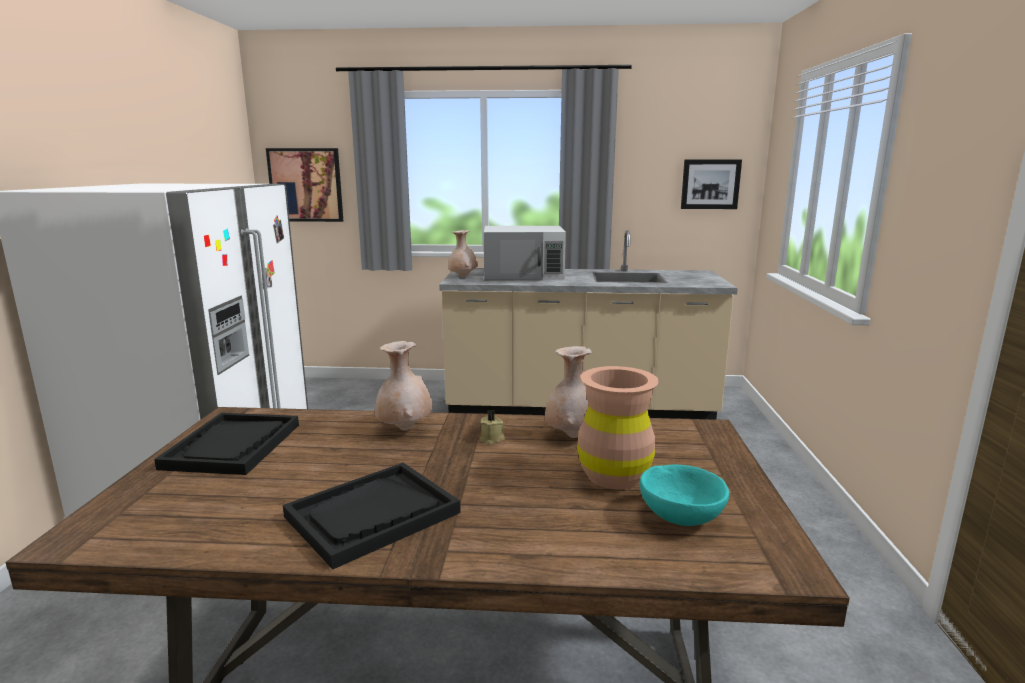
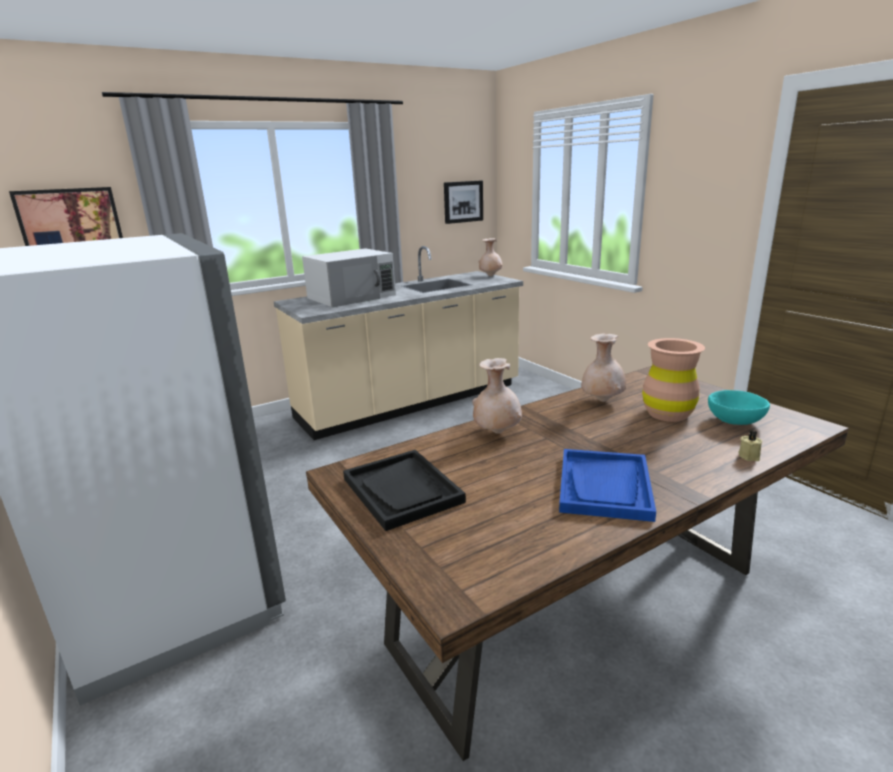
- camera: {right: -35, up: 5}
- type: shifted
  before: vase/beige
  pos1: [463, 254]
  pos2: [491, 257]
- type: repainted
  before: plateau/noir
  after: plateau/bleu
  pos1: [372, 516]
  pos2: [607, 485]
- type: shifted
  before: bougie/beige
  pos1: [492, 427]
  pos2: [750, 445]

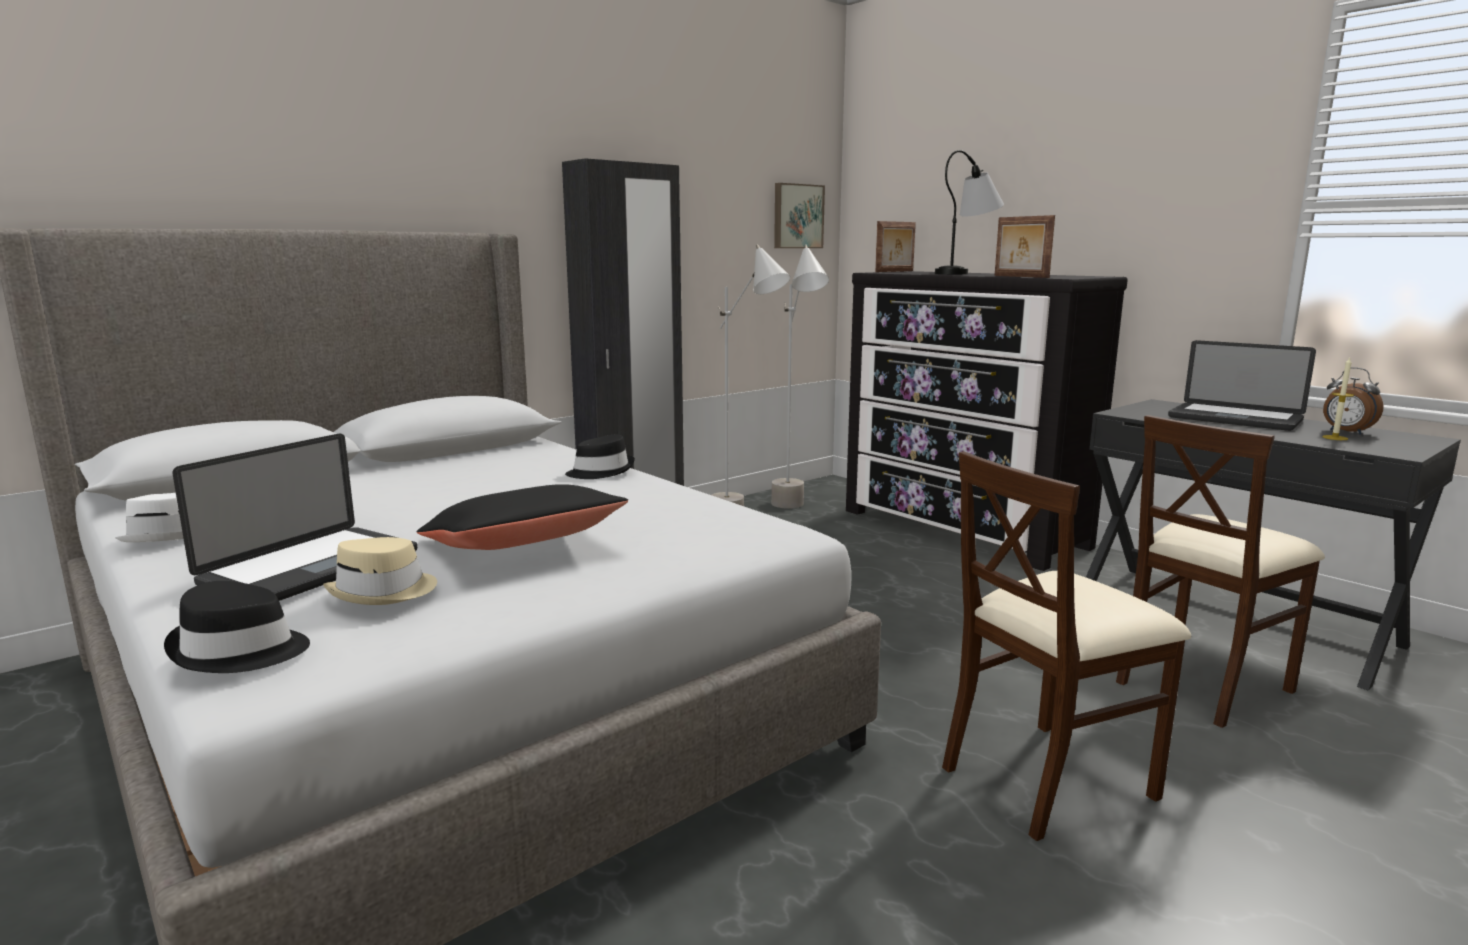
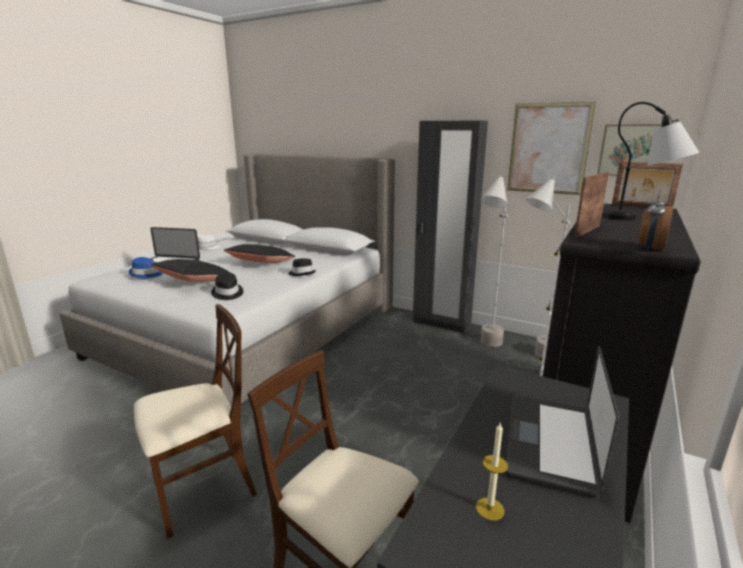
- camera: {right: 70, up: 5}
- type: repainted
  before: chapeau/beige
  after: chapeau/bleu
  pos1: [380, 571]
  pos2: [146, 268]
- type: rotated
  before: chaise/beige
  pos1: [1066, 646]
  pos2: [195, 421]
  turn: 105
- type: shifted
  before: chapeau/noir
  pos1: [237, 627]
  pos2: [227, 286]
- type: new
  after: coussin/noir
  pos2: [259, 253]
- type: new
  after: tableau
  pos2: [551, 148]
- type: shifted
  before: réveil
  pos1: [1353, 401]
  pos2: [655, 220]

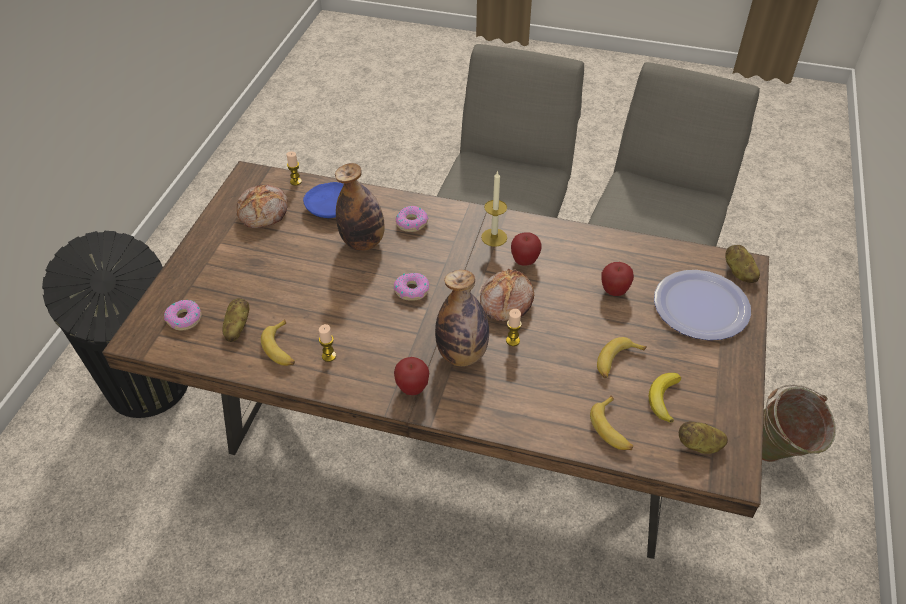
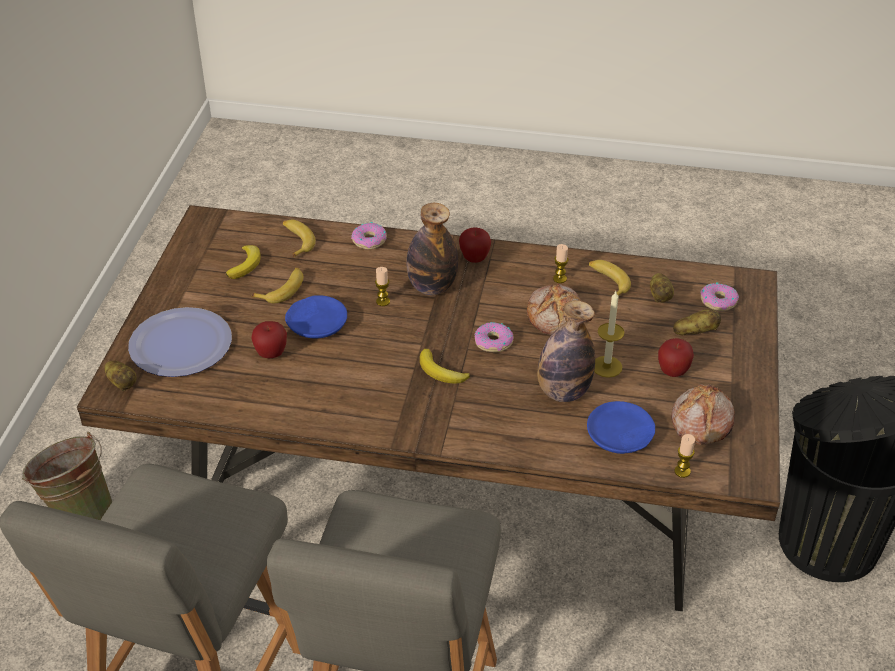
- camera: {right: 175, up: -5}
- type: new
  after: assiette/bleu
  pos2: [316, 316]
- type: shifted
  before: beignet
  pos1: [412, 219]
  pos2: [369, 236]
- type: new
  after: banane
  pos2: [445, 366]
- type: shifted
  before: pain
  pos1: [507, 295]
  pos2: [554, 309]
- type: shifted
  before: bougie
  pos1: [494, 208]
  pos2: [609, 334]
- type: shifted
  before: pomme
  pos1: [526, 249]
  pos2: [676, 357]
- type: shifted
  before: pomme de terre
  pos1: [703, 437]
  pos2: [697, 322]

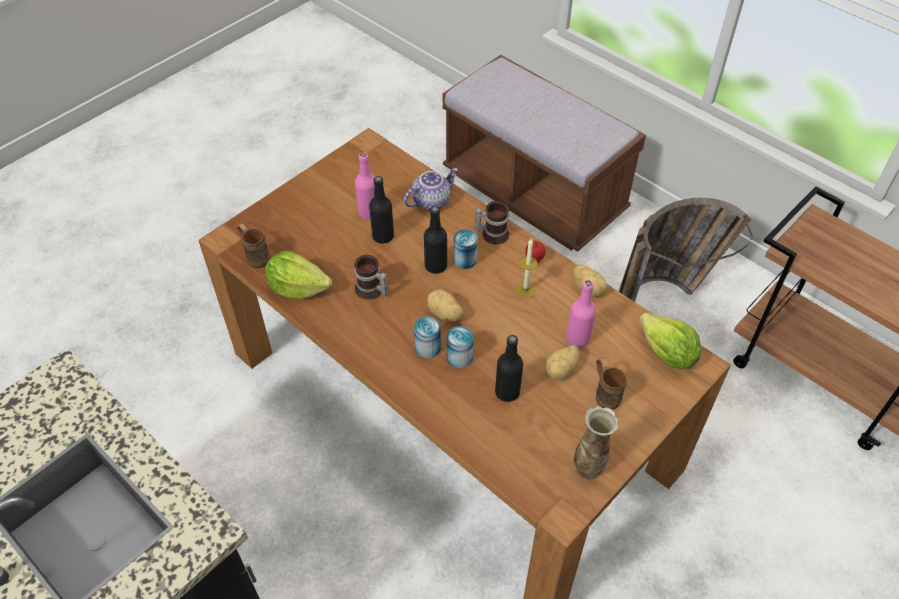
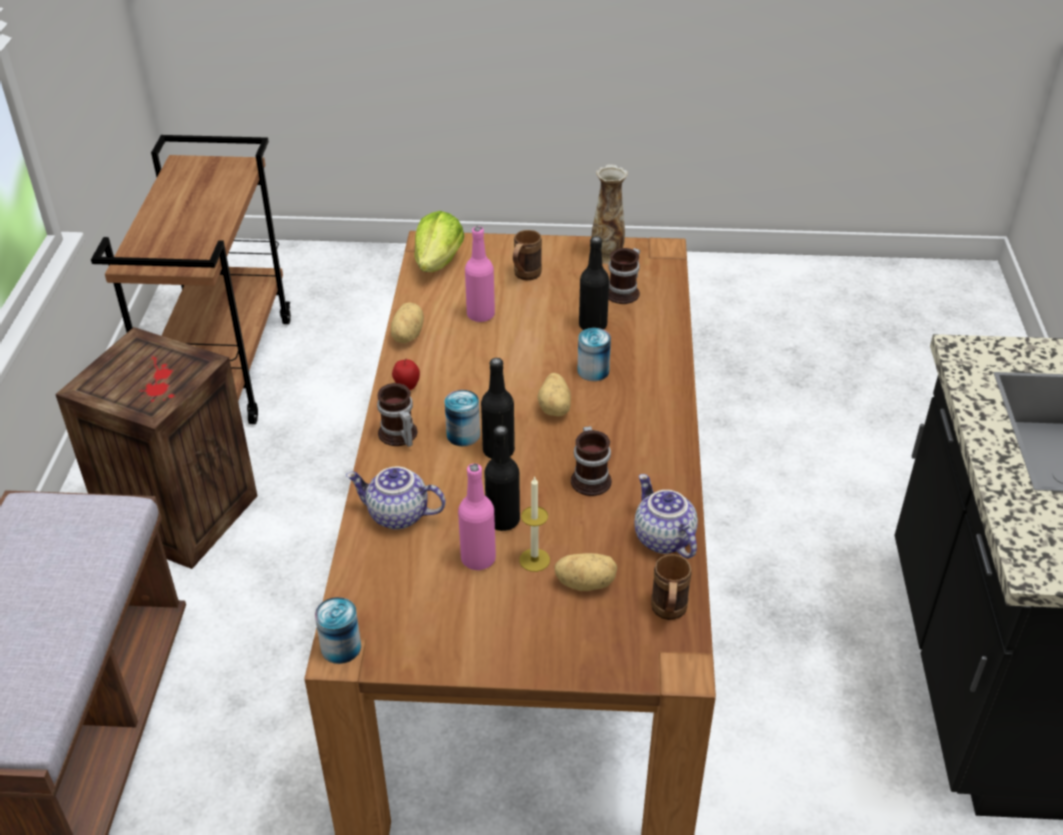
- camera: {right: -130, up: -10}
- type: swapped
  before: panier
  after: caisse
  pos1: [686, 250]
  pos2: [156, 448]
- type: shifted
  before: boîte métallique
  pos1: [427, 337]
  pos2: [338, 630]
- type: shifted
  before: bougie
  pos1: [527, 268]
  pos2: [534, 524]
- type: shifted
  before: pomme de terre
  pos1: [562, 362]
  pos2: [585, 572]
- type: new
  after: mug
  pos2: [624, 276]
- type: swapped
  before: laitue
  after: théière
  pos1: [298, 275]
  pos2: [666, 516]

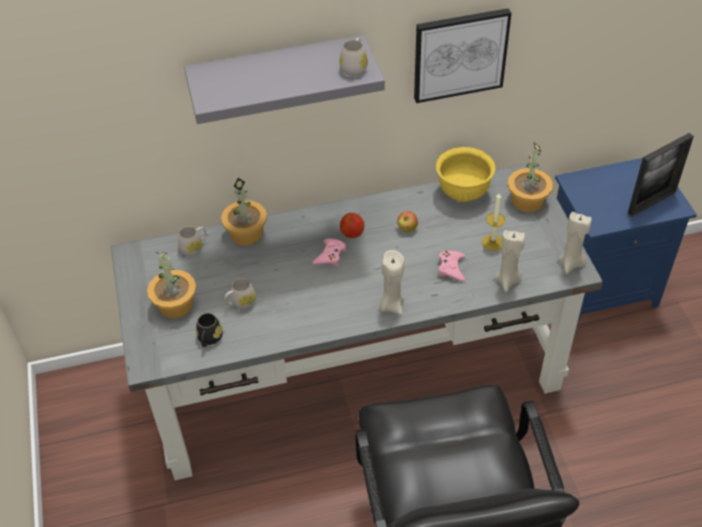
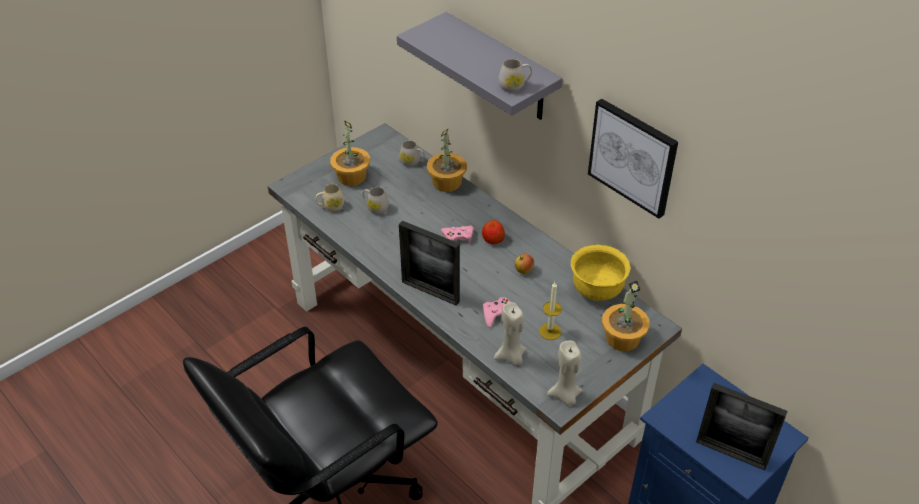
- camera: {right: 60, up: -5}
- type: repainted
  before: mug/noir
  after: mug/beige
  pos1: [209, 330]
  pos2: [330, 197]
- type: swapped
  before: bougie/beige
  after: cadre photo
  pos1: [391, 282]
  pos2: [429, 263]

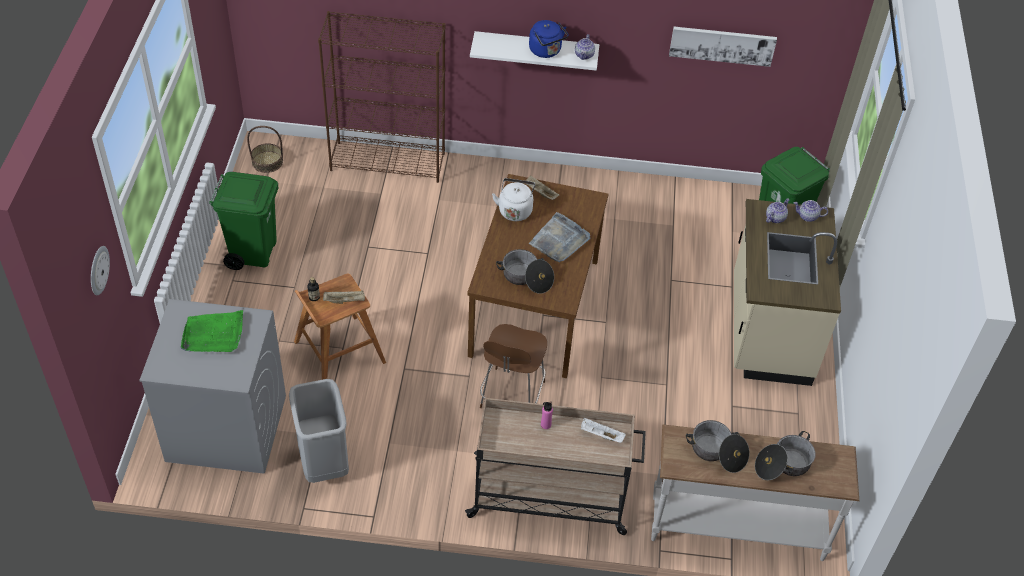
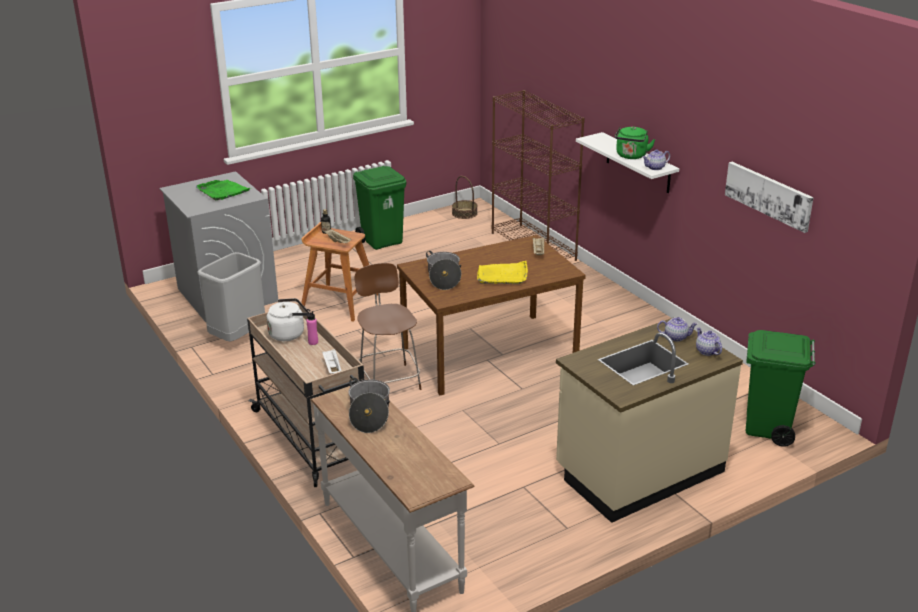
- camera: {right: 55, up: -20}
- type: shifted
  before: bouilloire/blanc
  pos1: [513, 199]
  pos2: [288, 319]
- type: rotated
  before: chaise/marron
  pos1: [513, 366]
  pos2: [388, 326]
  turn: 90
- type: repainted
  before: plateau/gris
  after: plateau/jaune
  pos1: [559, 237]
  pos2: [502, 272]
- type: repainted
  before: bouilloire/bleu
  after: bouilloire/vert
  pos1: [549, 39]
  pos2: [635, 143]
- type: gone
  before: horloge murale
  pos1: [100, 270]
- type: gone
  before: marmite
  pos1: [785, 455]

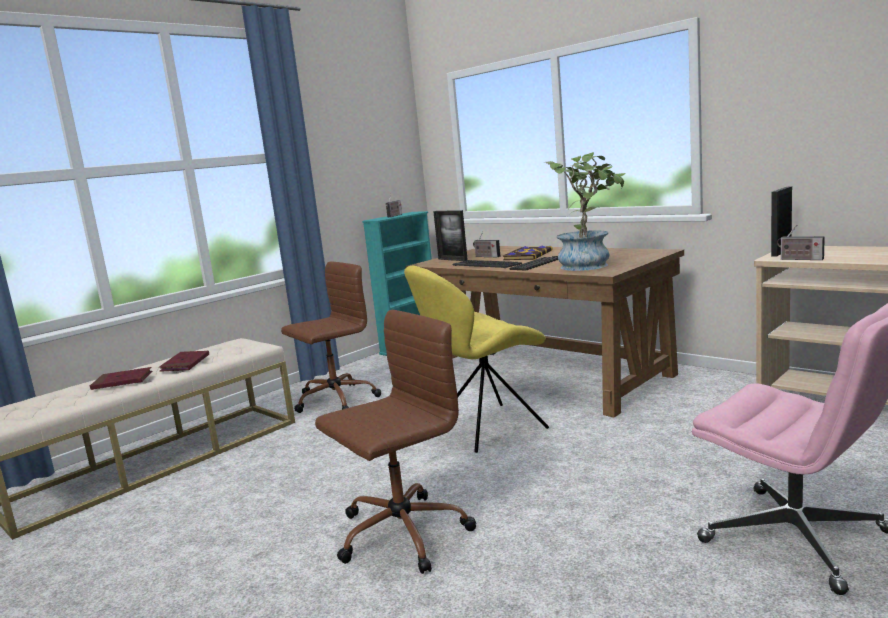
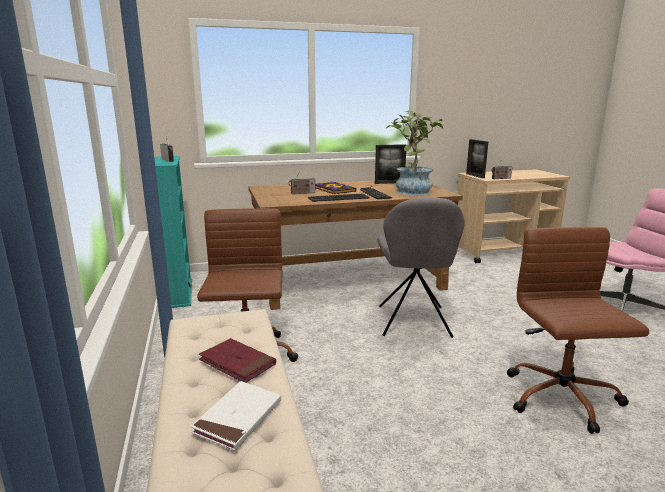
- camera: {right: -60, up: 5}
- type: repainted
  before: livre/rouge
  after: livre/blanc
  pos1: [121, 378]
  pos2: [236, 416]
- type: shifted
  before: cadre photo
  pos1: [450, 235]
  pos2: [390, 164]
- type: repainted
  before: chaise/jaune
  after: chaise/gris
  pos1: [476, 359]
  pos2: [421, 267]

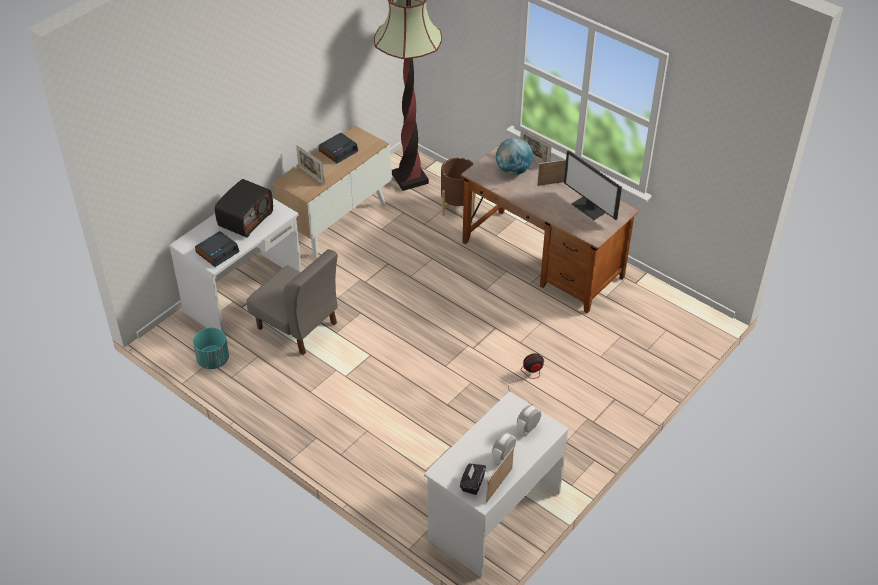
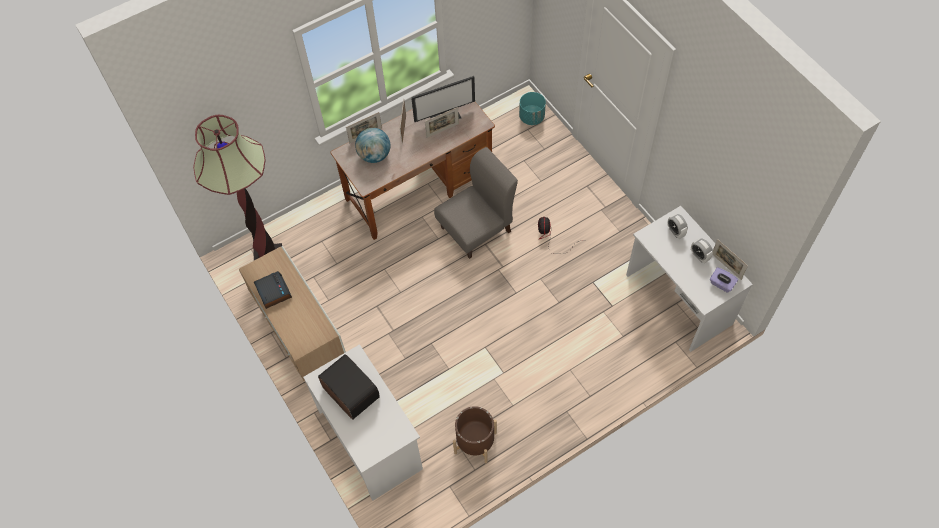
- camera: {right: -70, up: 15}
- type: shifted
  before: cadre photo
  pos1: [310, 164]
  pos2: [442, 122]
- type: shifted
  before: chaise/gris
  pos1: [292, 302]
  pos2: [476, 203]
- type: shifted
  before: cache-pot/marron
  pos1: [458, 187]
  pos2: [475, 434]
- type: shifted
  before: cache-pot/turquoise
  pos1: [211, 348]
  pos2: [532, 108]
- type: repainted
  before: boîte à mouchoirs/noir
  after: boîte à mouchoirs/violet
  pos1: [473, 479]
  pos2: [724, 280]
- type: gone
  before: réveil
  pos1: [217, 249]

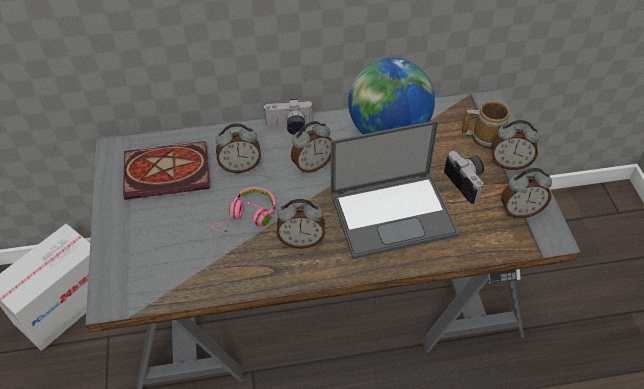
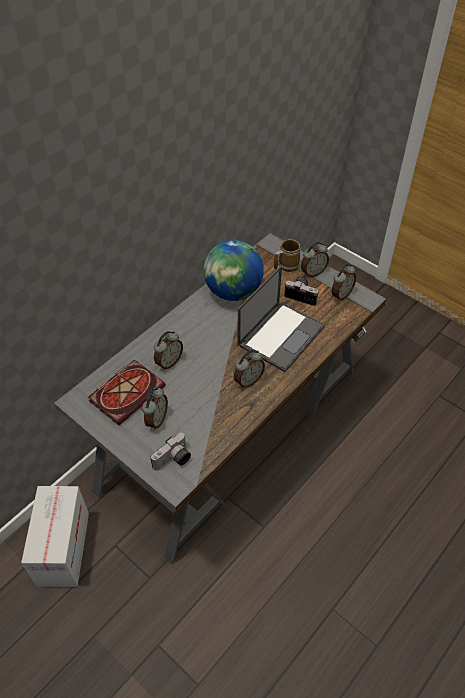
- camera: {right: -40, up: 0}
- type: shifted
  before: réveil
  pos1: [311, 147]
  pos2: [155, 408]
- type: shifted
  before: appareil photo
  pos1: [288, 117]
  pos2: [170, 452]
- type: gone
  before: casque audio/rose
  pos1: [243, 209]

